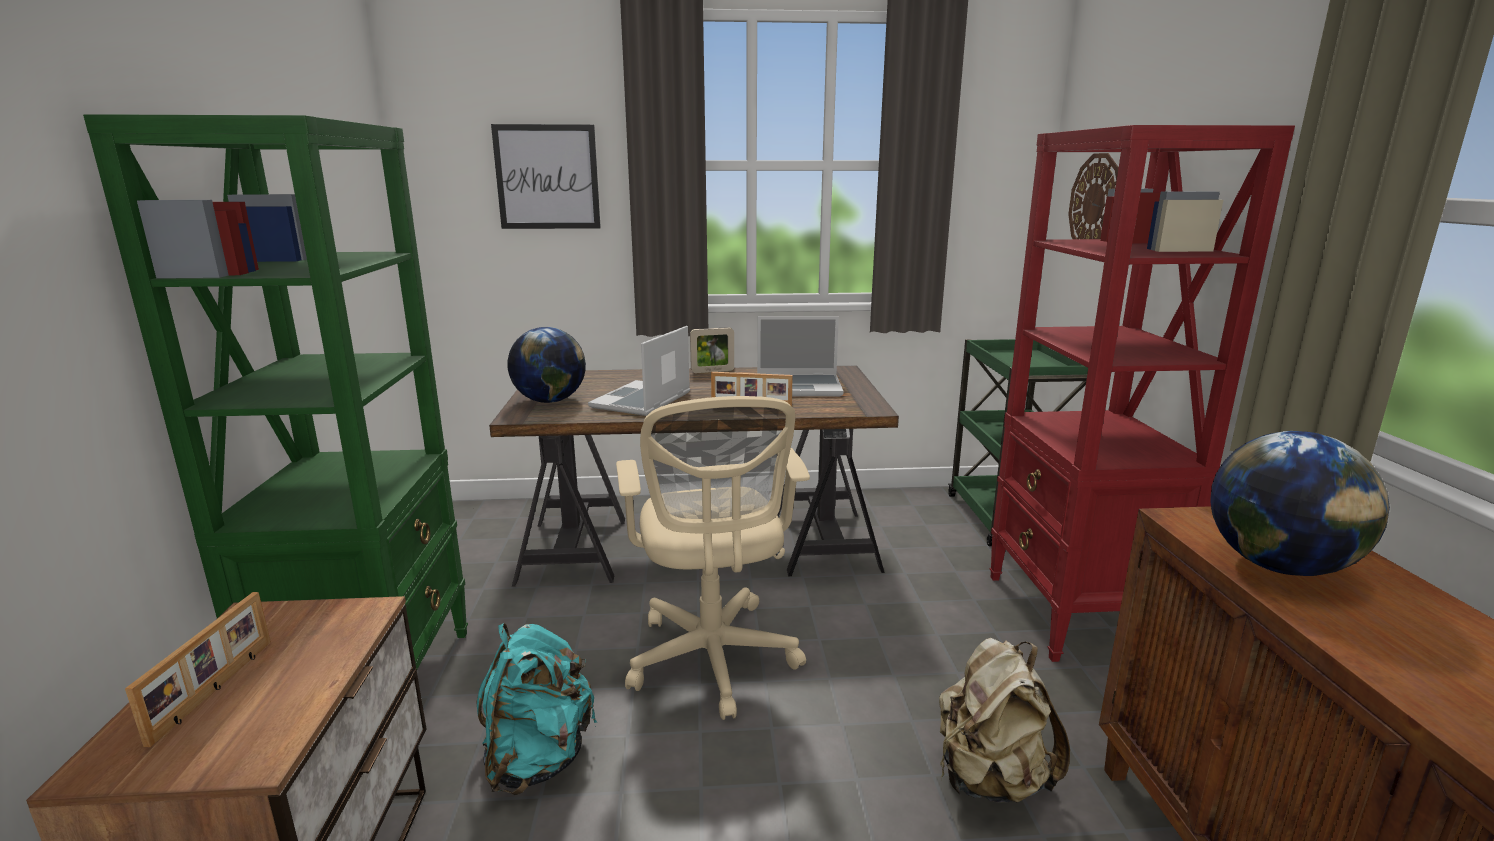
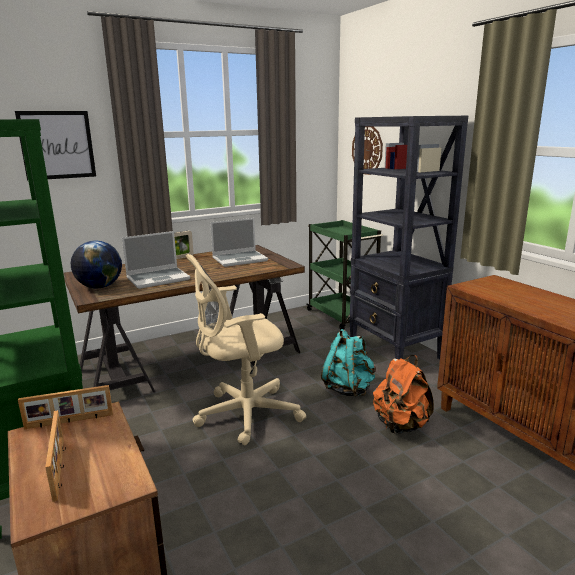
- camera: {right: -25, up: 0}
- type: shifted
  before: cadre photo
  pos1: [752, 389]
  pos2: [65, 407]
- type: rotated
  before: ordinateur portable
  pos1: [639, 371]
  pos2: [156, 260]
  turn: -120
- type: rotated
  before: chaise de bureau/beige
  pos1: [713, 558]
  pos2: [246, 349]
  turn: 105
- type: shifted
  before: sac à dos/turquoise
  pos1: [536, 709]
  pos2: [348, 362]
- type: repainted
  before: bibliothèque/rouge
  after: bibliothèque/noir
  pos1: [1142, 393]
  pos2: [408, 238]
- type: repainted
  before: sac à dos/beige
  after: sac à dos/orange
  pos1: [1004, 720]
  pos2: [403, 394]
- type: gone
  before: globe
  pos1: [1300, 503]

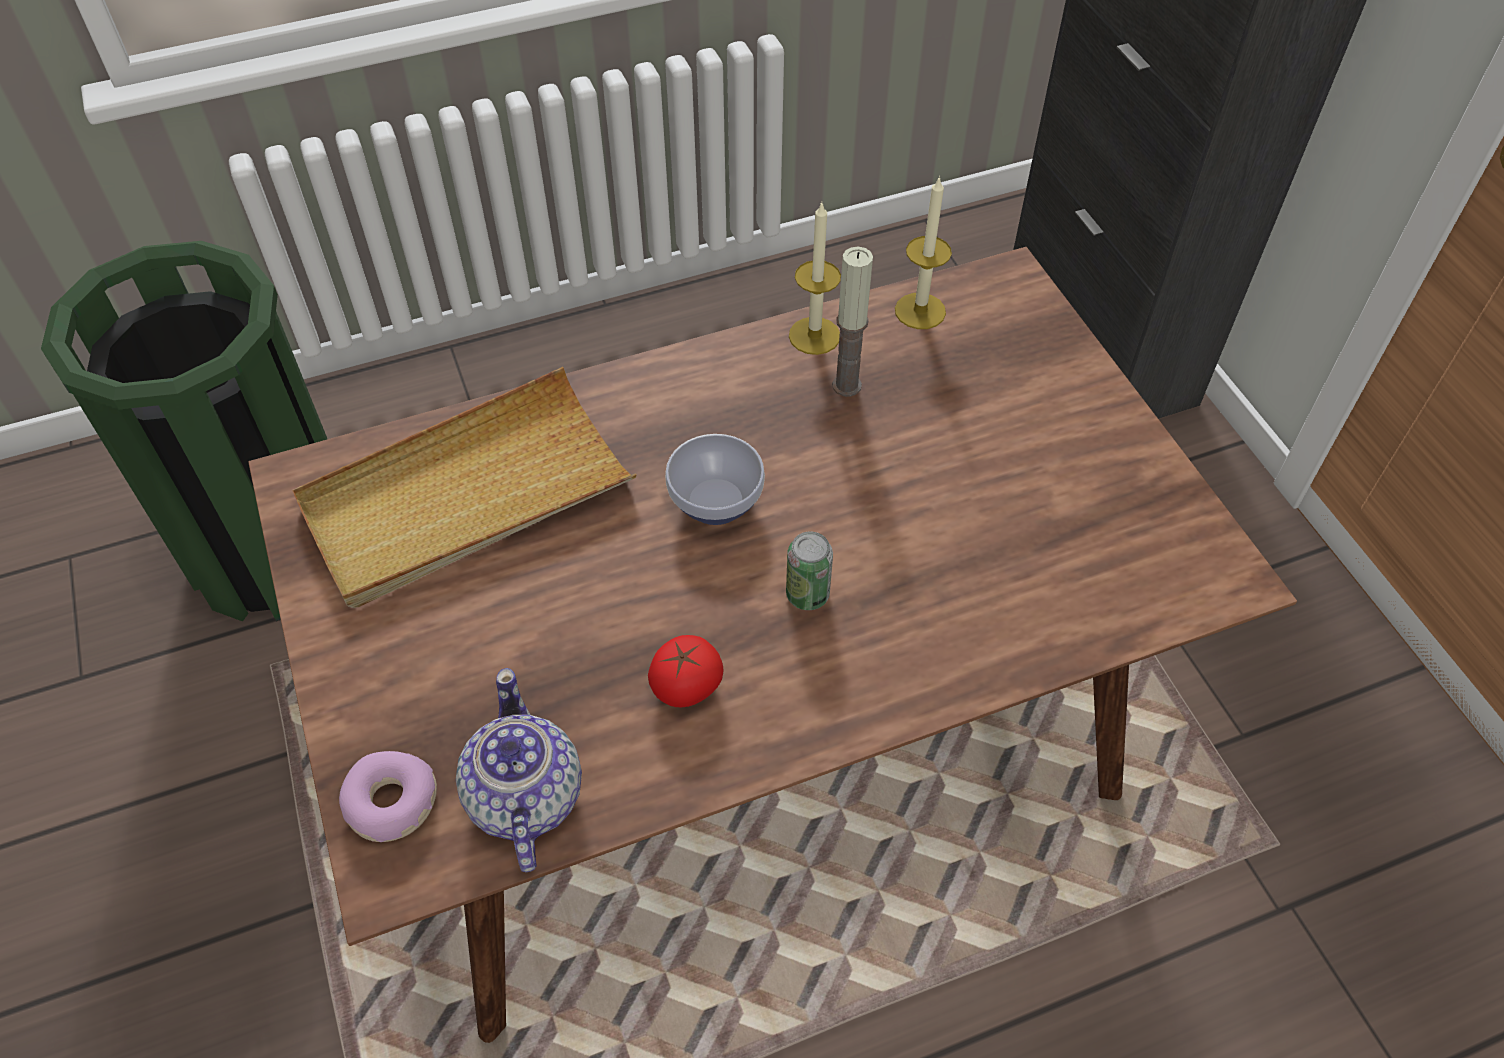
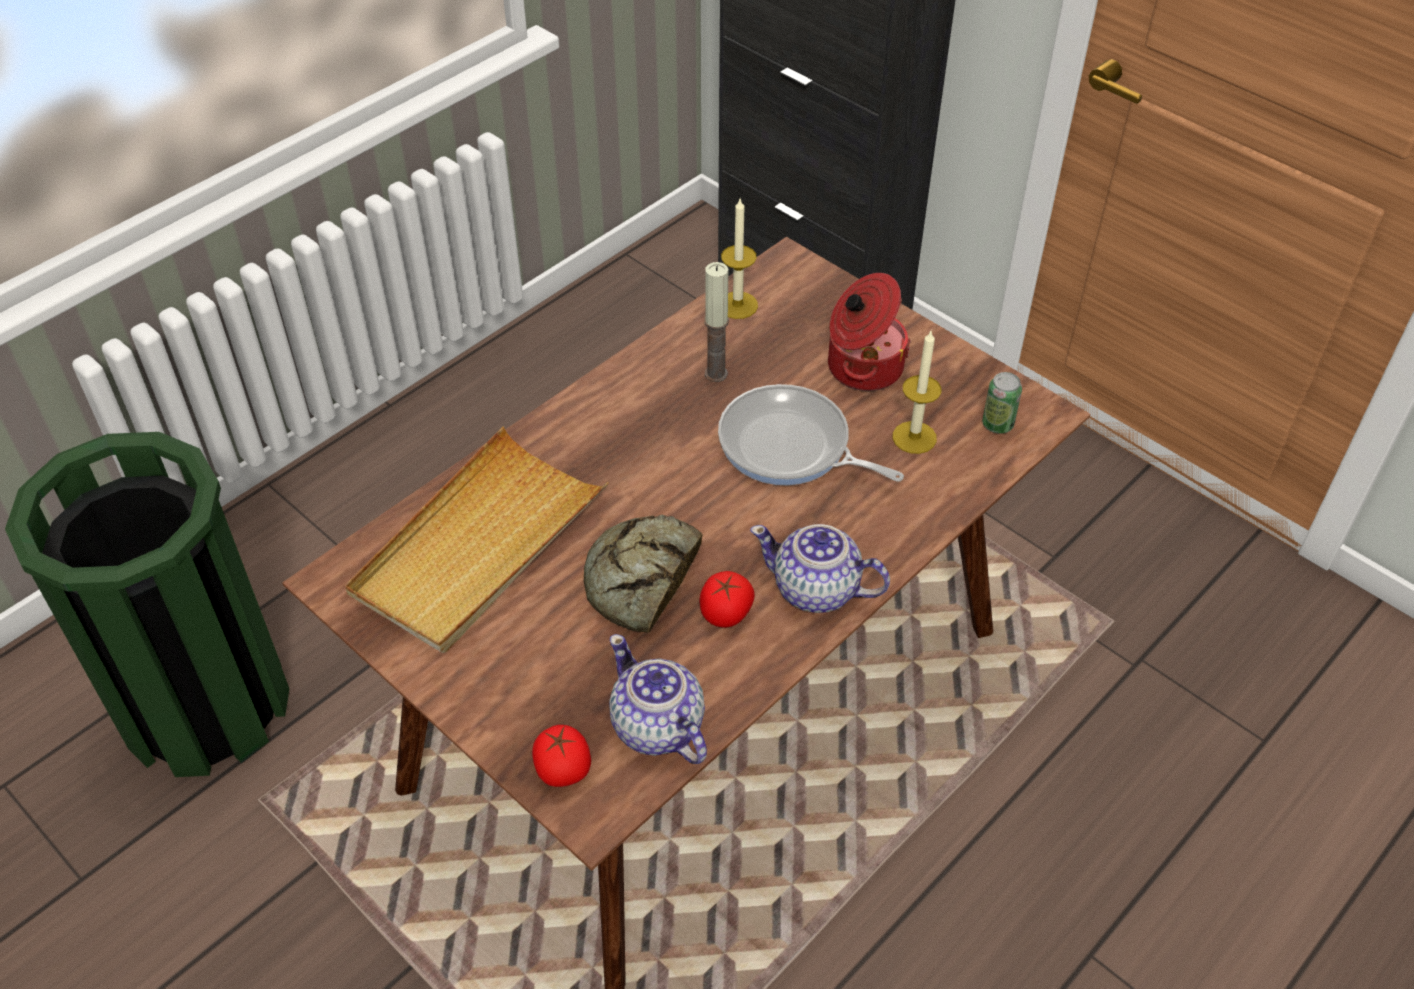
- camera: {right: -25, up: -5}
- type: swapped
  before: beignet
  after: tomate
  pos1: [388, 796]
  pos2: [561, 756]
- type: new
  after: pain
  pos2: [643, 574]
- type: new
  after: poêle
  pos2: [811, 434]
- type: new
  after: théière
  pos2: [820, 568]
- type: new
  after: marmite
  pos2: [869, 332]
- type: shifted
  before: bougie
  pos1: [815, 278]
  pos2: [917, 392]
- type: shifted
  before: boîte métallique
  pos1: [809, 570]
  pos2: [1002, 403]
- type: gone
  before: bol
  pos1: [715, 479]

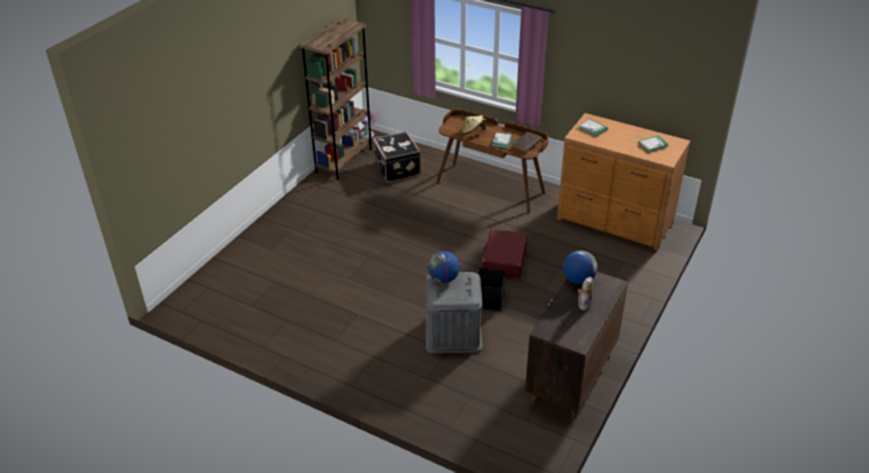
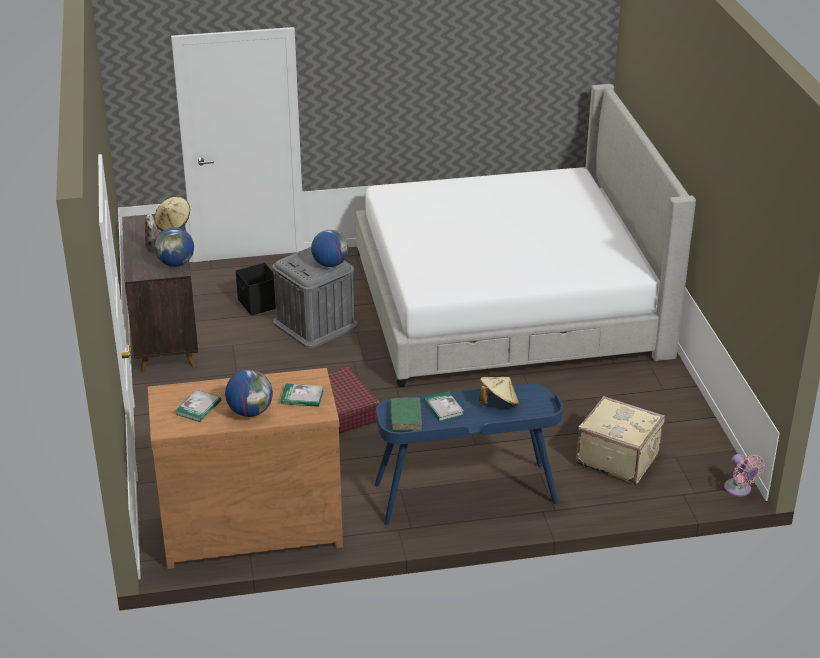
- camera: {right: 140, up: -5}
- type: new
  after: chapeau/beige
  pos2: [172, 214]
- type: new
  after: globe
  pos2: [249, 393]
- type: shifted
  before: boîte de rangement/noir
  pos1: [492, 289]
  pos2: [256, 289]
- type: new
  after: lit
  pos2: [526, 235]
- type: repainted
  before: bureau/marron
  after: bureau/bleu
  pos1: [492, 161]
  pos2: [468, 454]
- type: repainted
  before: livre/marron
  after: livre/vert
  pos1: [527, 142]
  pos2: [406, 414]
- type: repainted
  before: valise/noir
  after: valise/beige
  pos1: [397, 156]
  pos2: [620, 440]
- type: gone
  before: bibliothèque/marron
  pos1: [336, 98]

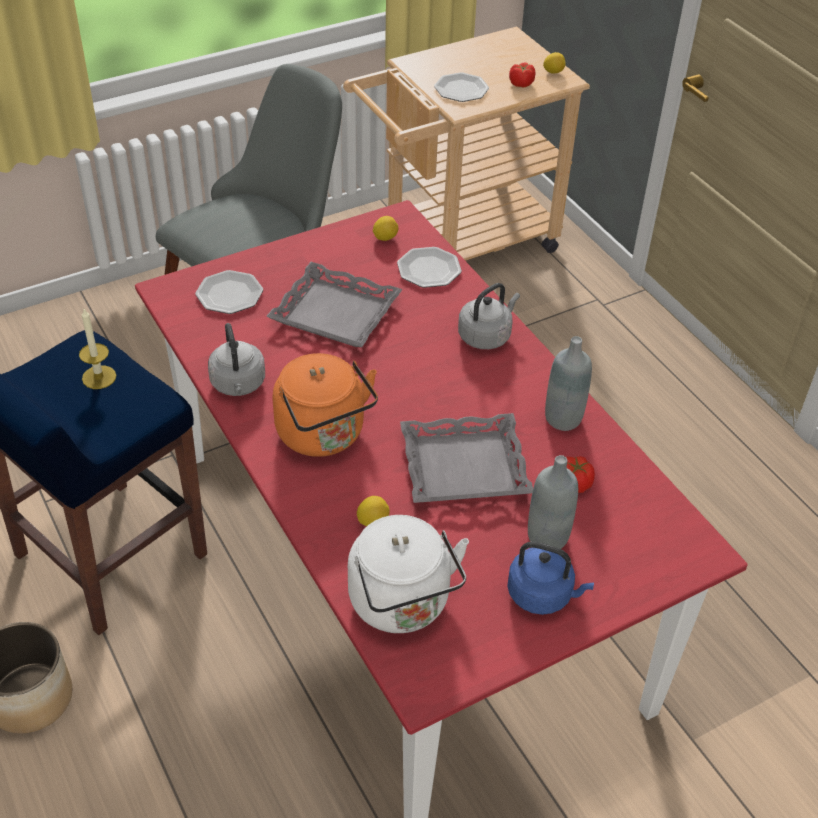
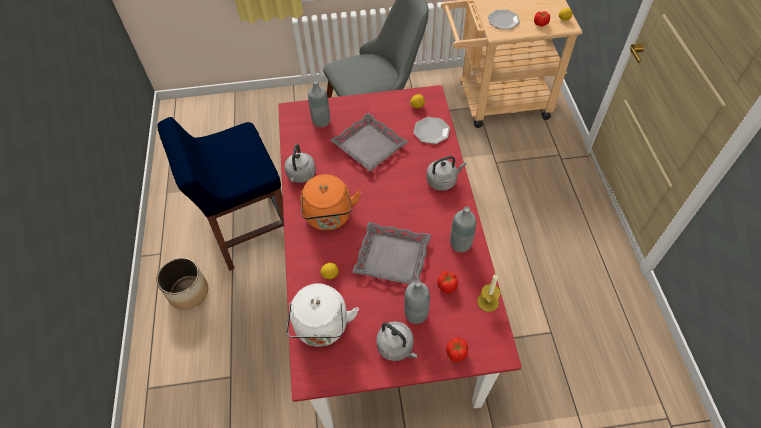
- camera: {right: 25, up: 10}
- type: swapped
  before: assiette
  after: bouteille/gris
  pos1: [229, 292]
  pos2: [319, 103]
- type: repainted
  before: bouilloire/bleu
  after: bouilloire/gris
  pos1: [550, 578]
  pos2: [396, 341]
- type: new
  after: tomate
  pos2: [457, 350]
- type: shifted
  before: bougie
  pos1: [97, 349]
  pos2: [489, 293]

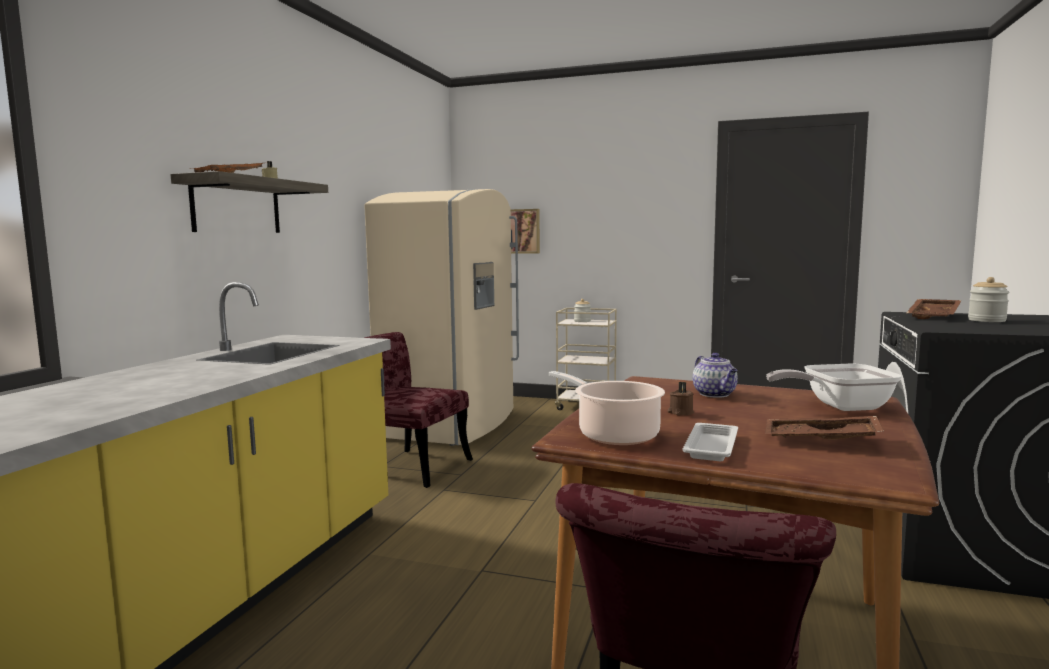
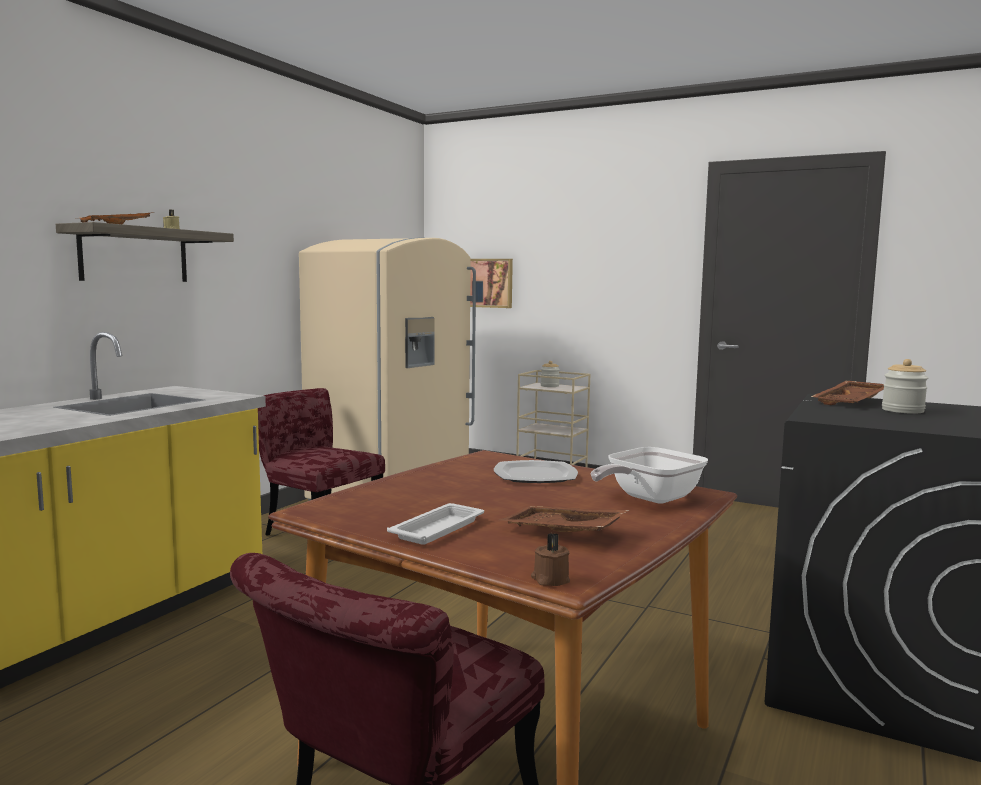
- camera: {right: 10, up: 0}
- type: swapped
  before: théière
  after: assiette
  pos1: [715, 375]
  pos2: [536, 471]
- type: shifted
  before: bougie/marron
  pos1: [680, 398]
  pos2: [550, 559]
- type: rotated
  before: poêle
  pos1: [834, 387]
  pos2: [649, 475]
  turn: -45
- type: gone
  before: marmite
  pos1: [607, 408]

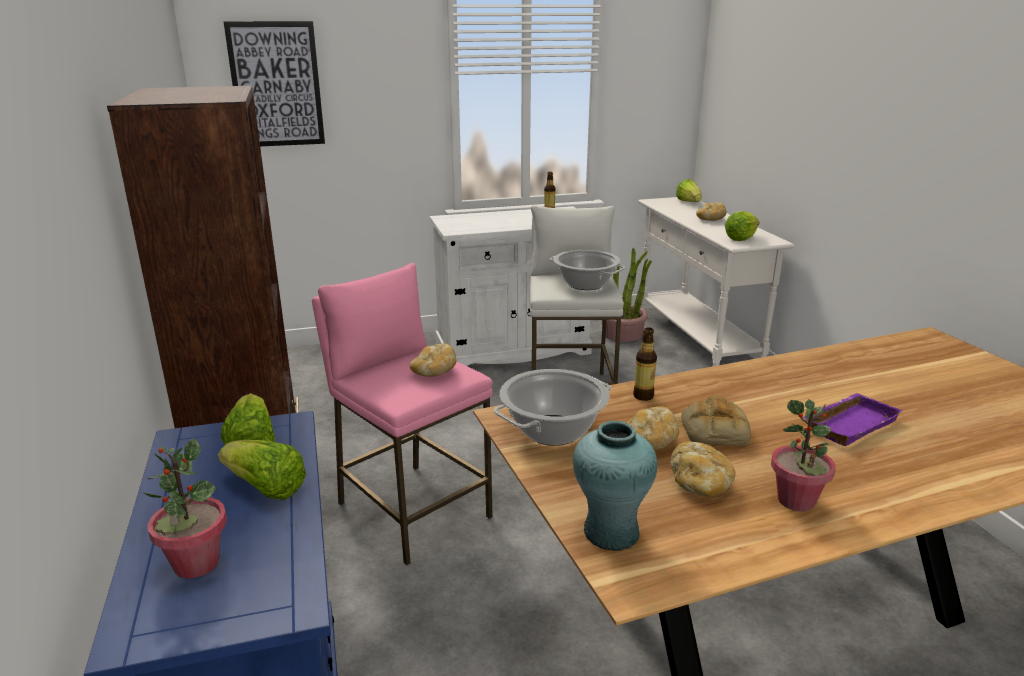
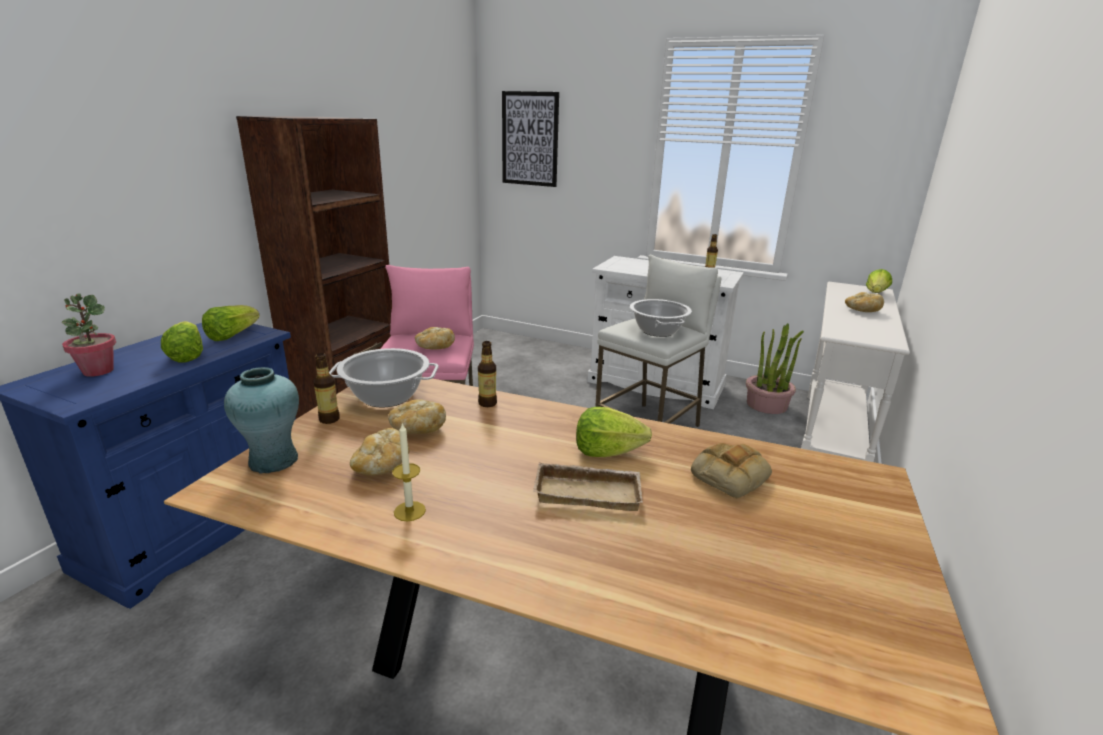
- camera: {right: 40, up: 0}
- type: new
  after: bouteille
  pos2: [326, 388]
- type: swapped
  before: plante en pot
  after: bougie
  pos1: [803, 455]
  pos2: [409, 472]
- type: repainted
  before: plateau/violet
  after: plateau/beige
  pos1: [852, 419]
  pos2: [588, 486]
- type: shifted
  before: laitue
  pos1: [742, 226]
  pos2: [614, 432]
- type: shifted
  before: pain
  pos1: [716, 420]
  pos2: [731, 470]

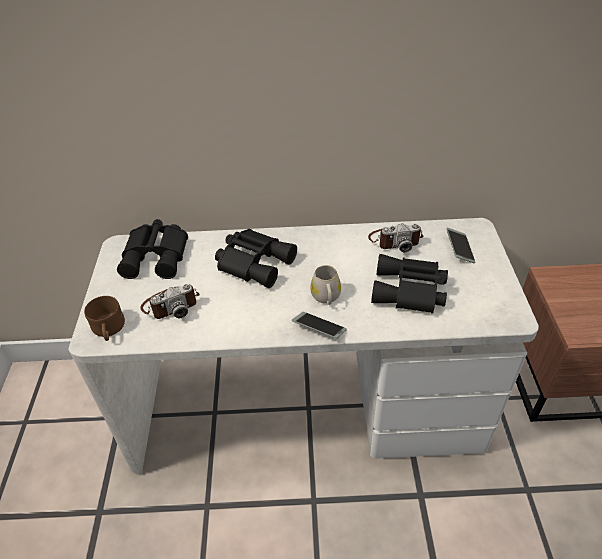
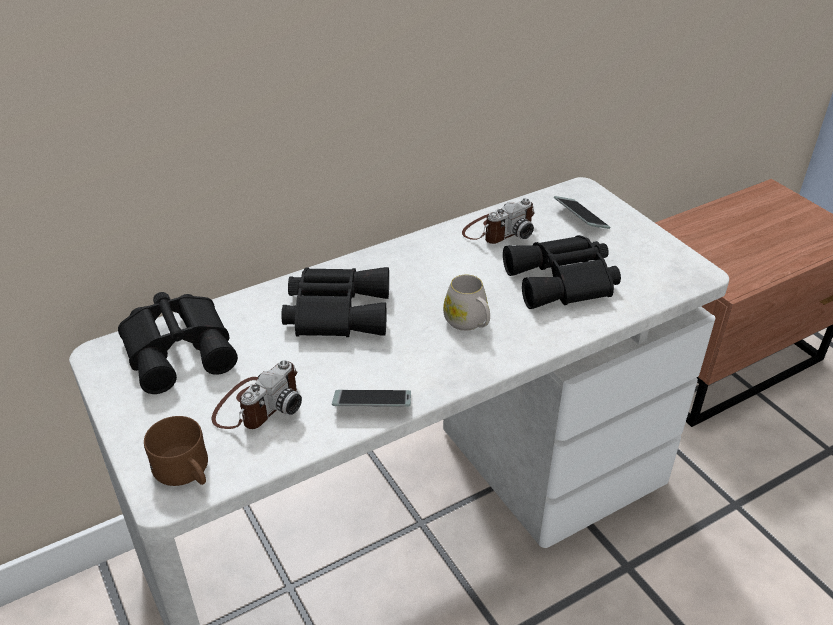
- camera: {right: -30, up: -5}
- type: shifted
  before: téléphone
  pos1: [319, 325]
  pos2: [371, 398]

